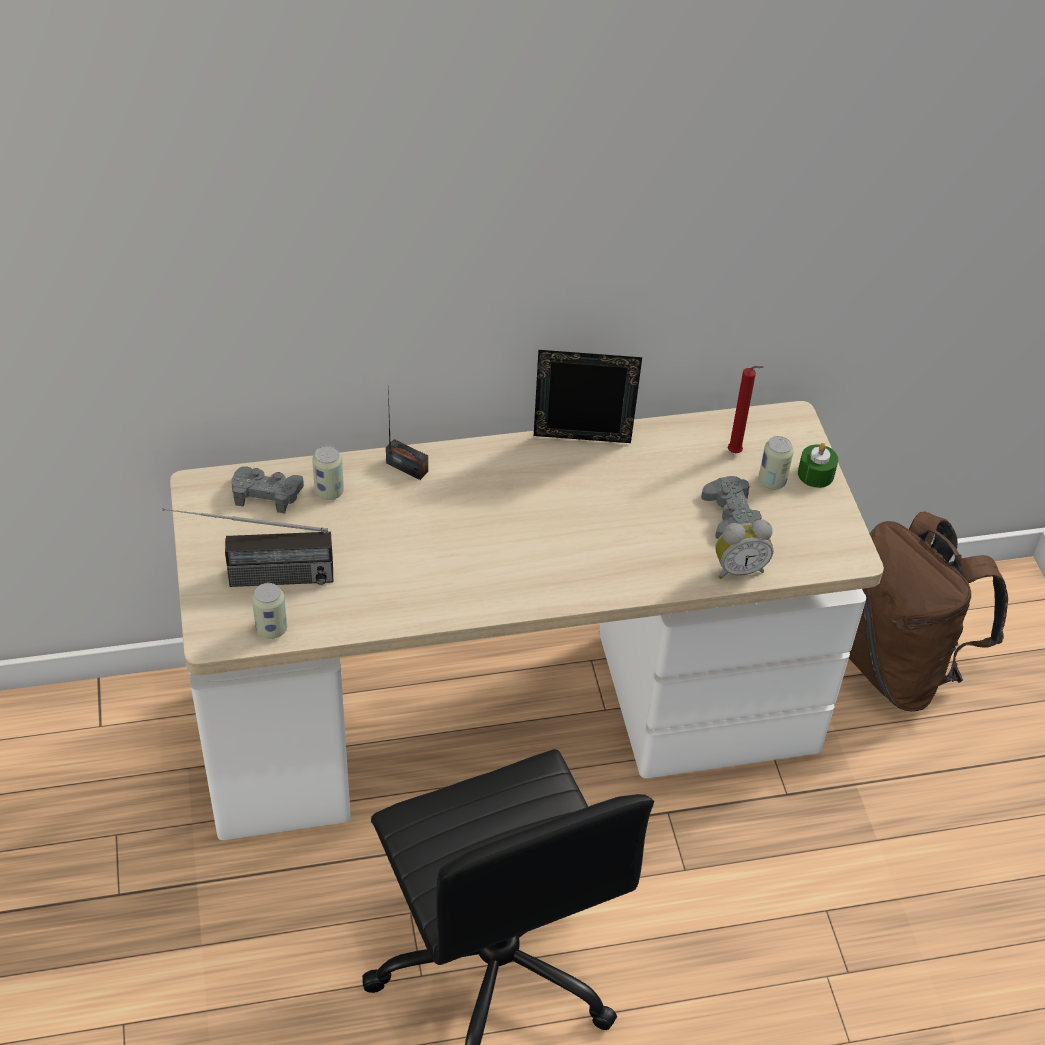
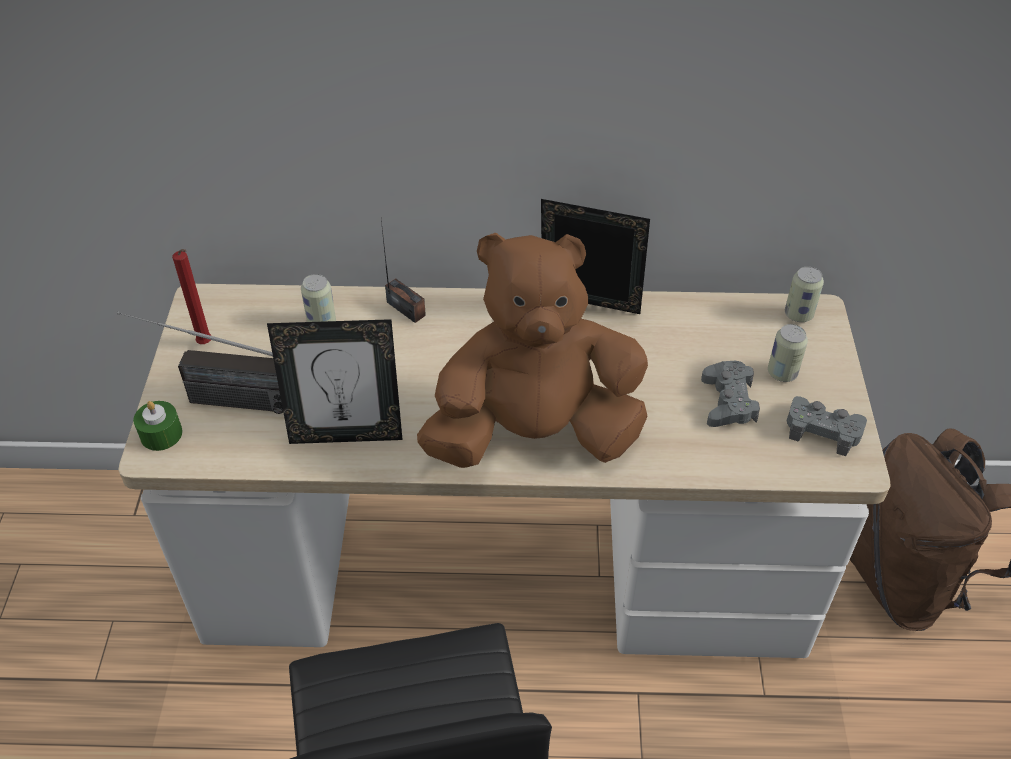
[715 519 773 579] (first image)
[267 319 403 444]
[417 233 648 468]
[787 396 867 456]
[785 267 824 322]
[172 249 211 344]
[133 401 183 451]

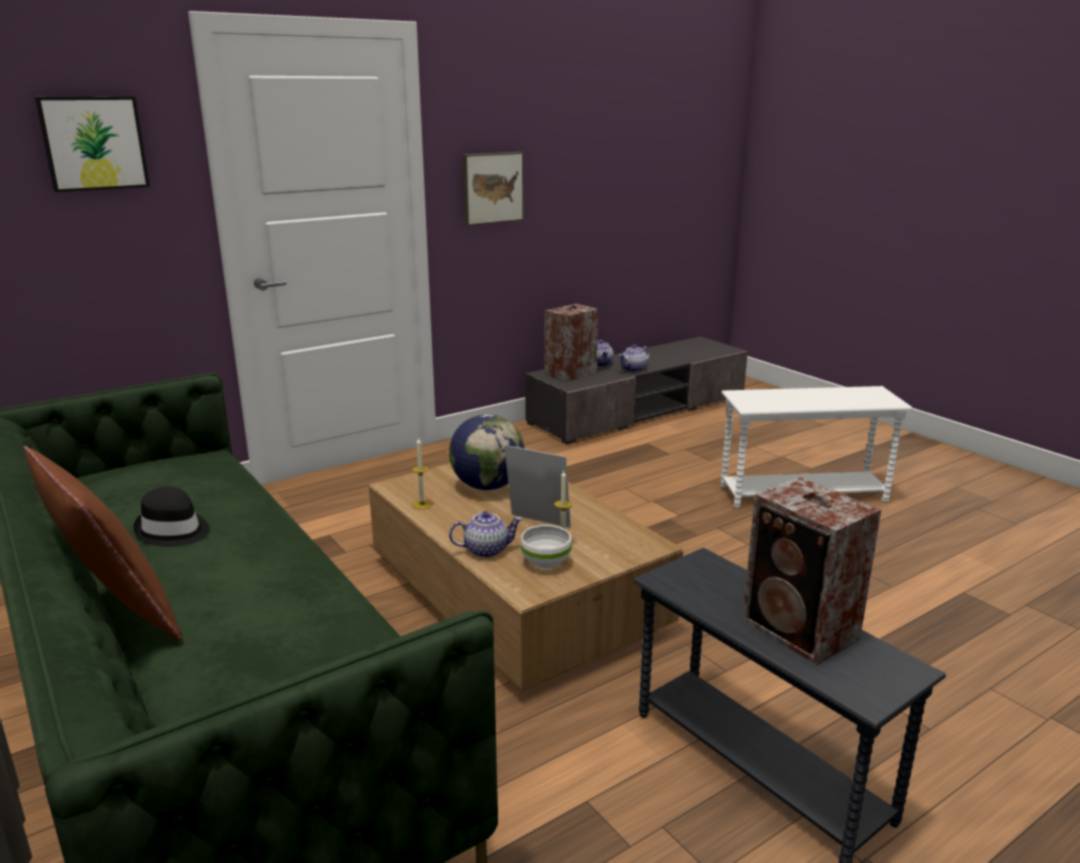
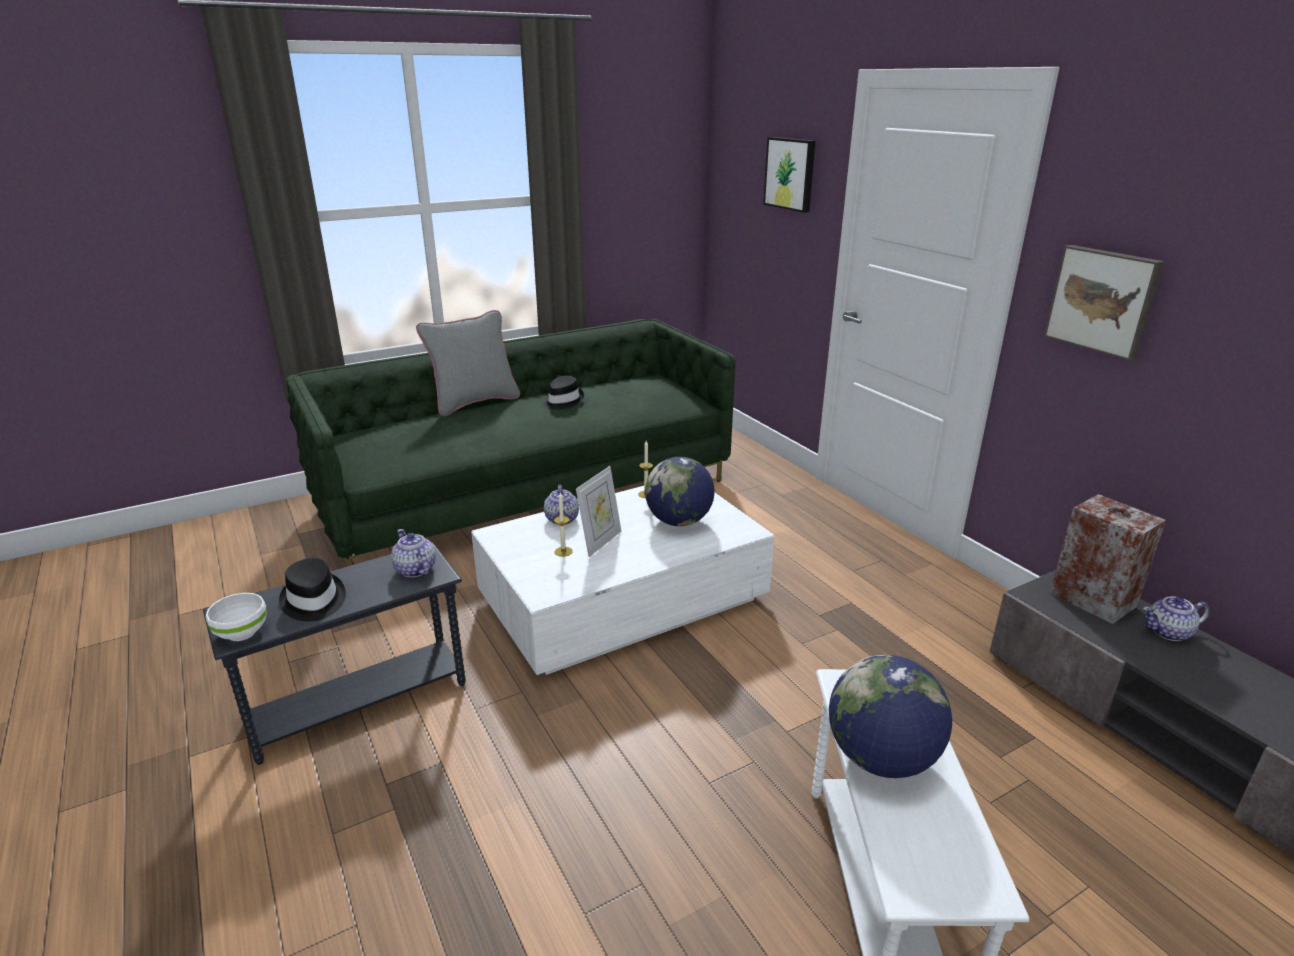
[829 655 952 778]
[206 593 267 641]
[391 529 436 578]
[279 558 346 621]
[416 310 520 416]
[471 486 774 675]

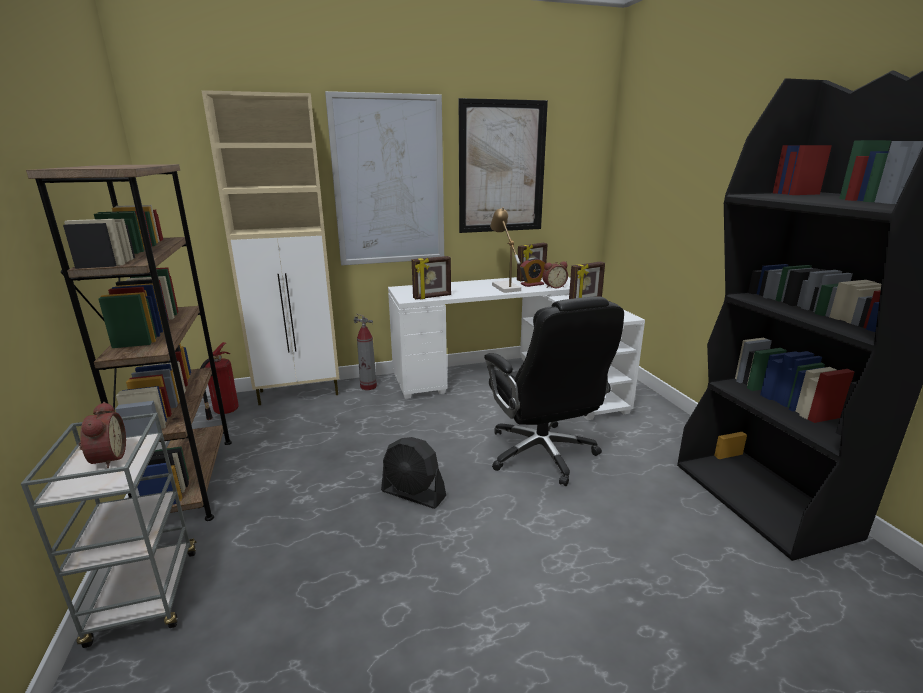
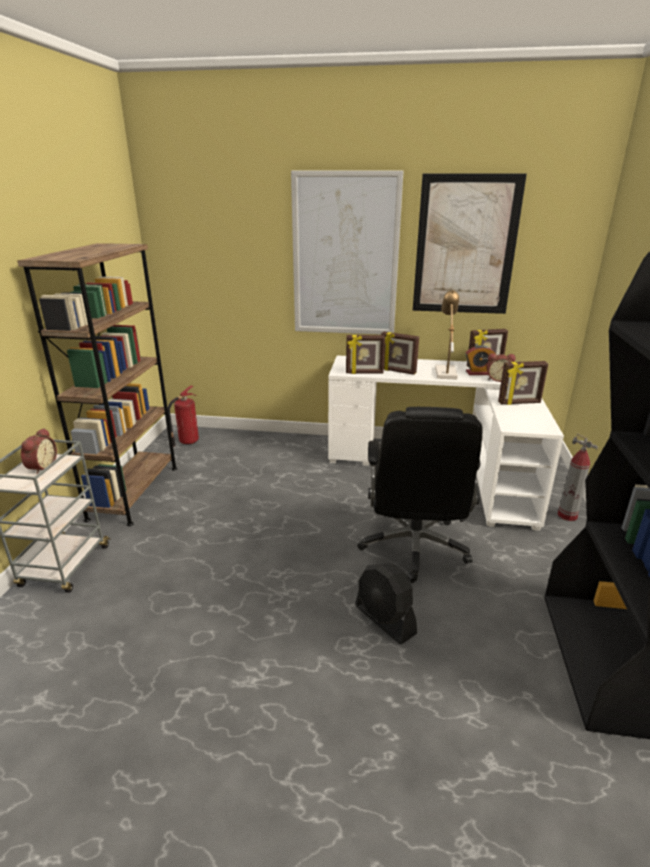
[201 90 339 405] (first image)
[381 332 419 375]
[558 433 598 521]
[355 564 417 645]

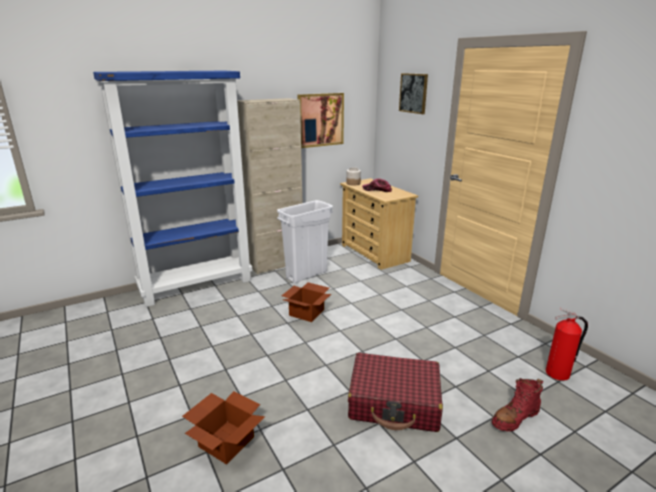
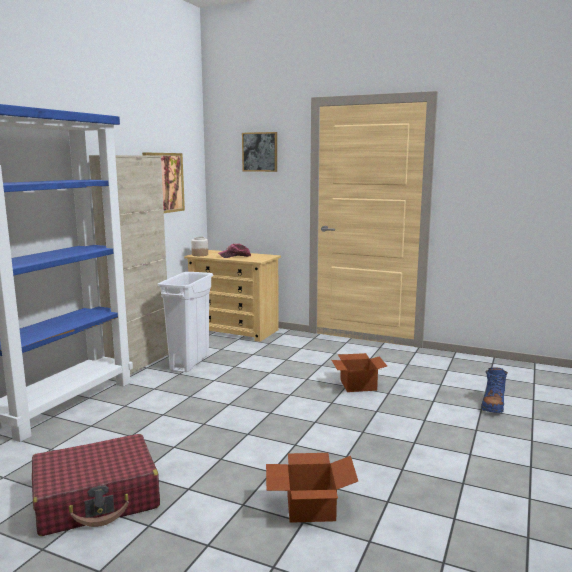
[546 308 588 381] (first image)
[332 353 387 392]
[32 434 160 536]
[481 367 508 413]

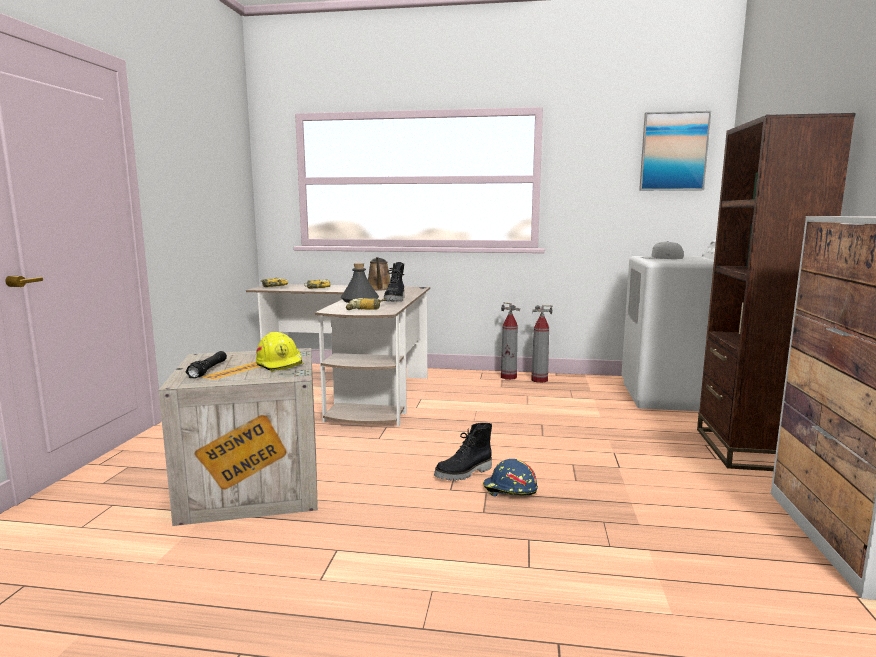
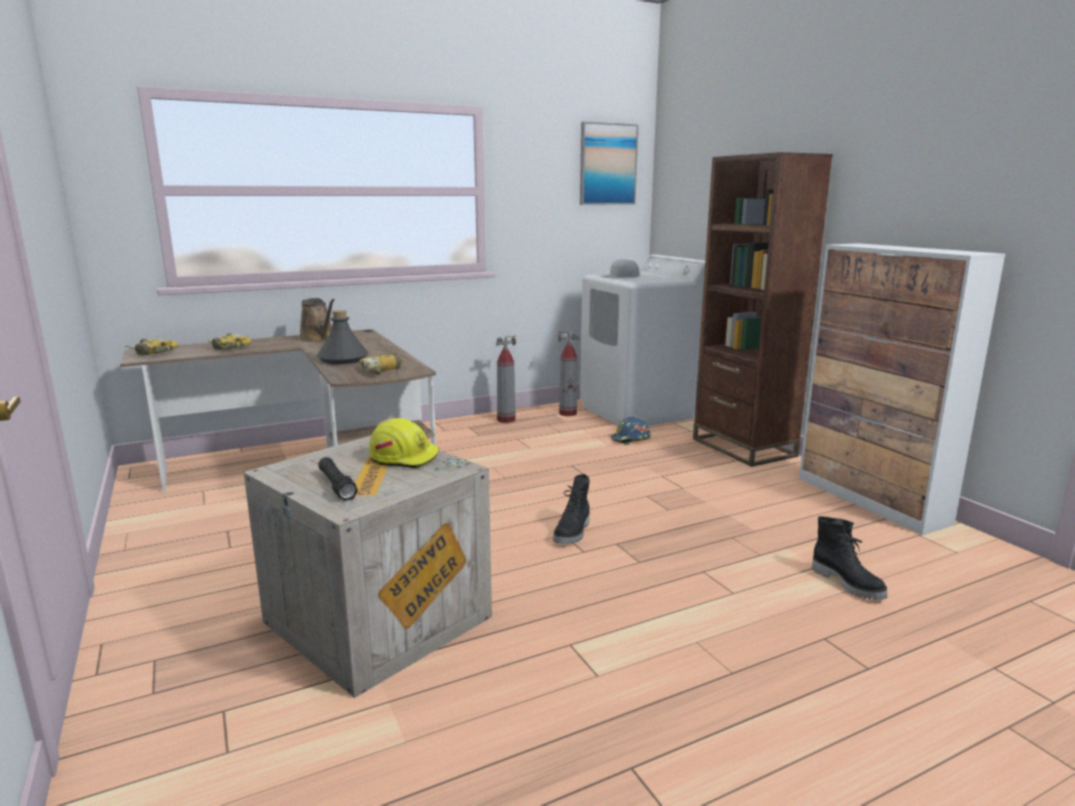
[812 516 887 600]
[611 417 651 445]
[558 332 580 416]

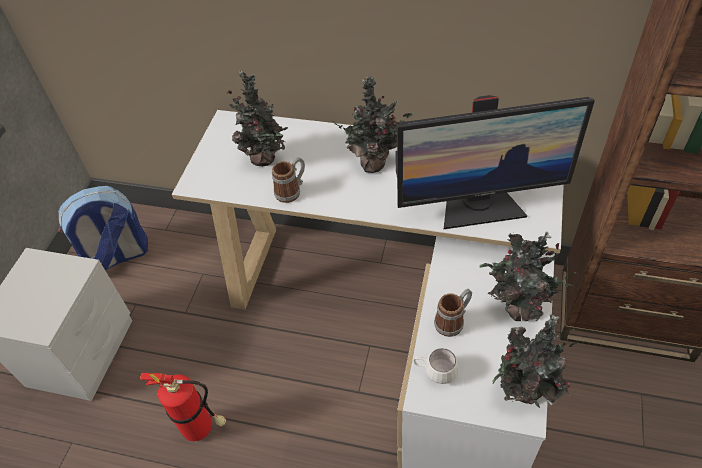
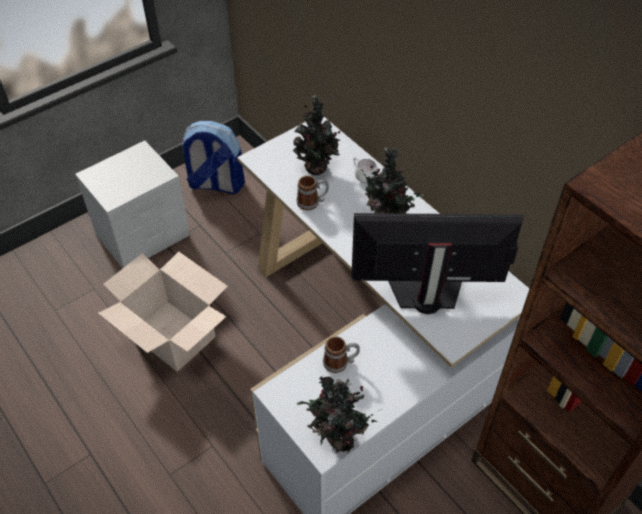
[479 231 580 322] (first image)
[353 157 377 183]
[98 252 228 372]
[351 213 524 314]

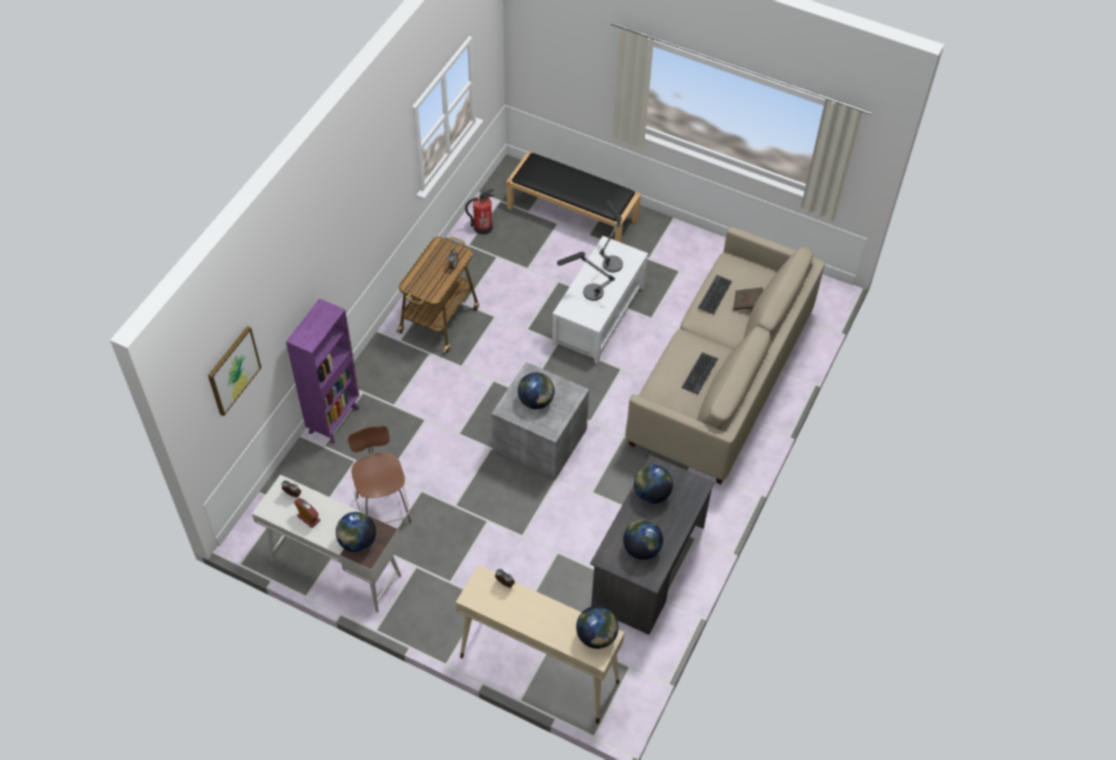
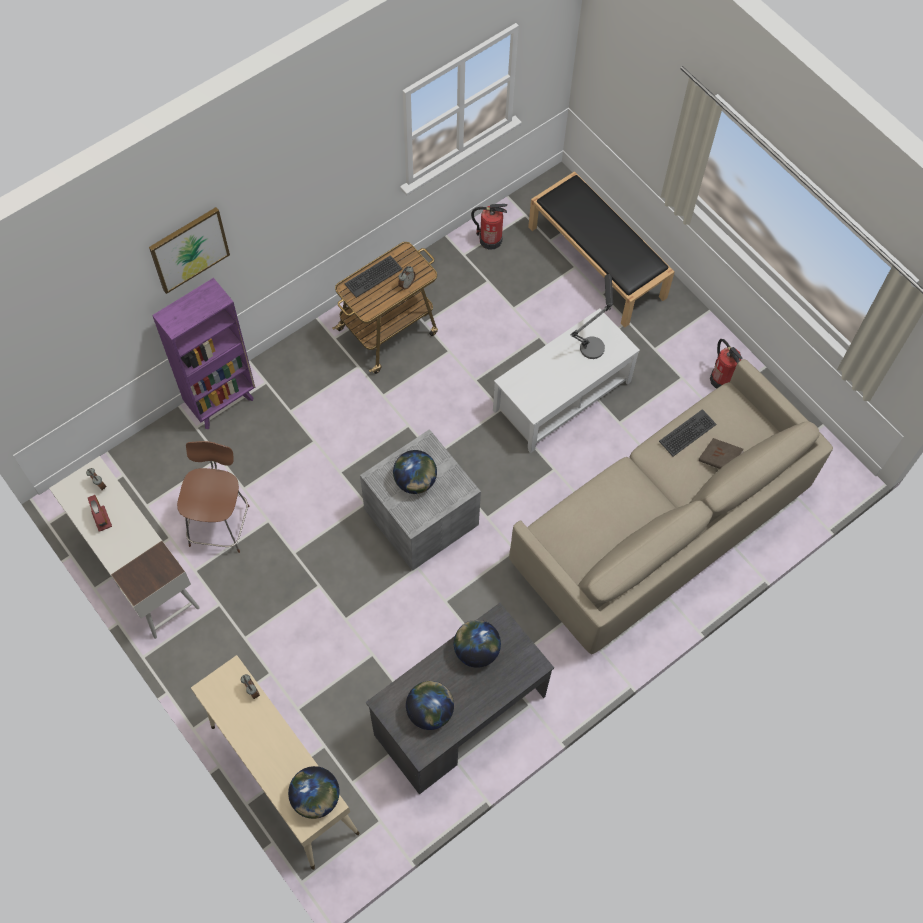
[336 512 376 552] (first image)
[557 252 615 301] (first image)
[710 339 743 389]
[149 207 230 294]
[344 255 402 298]

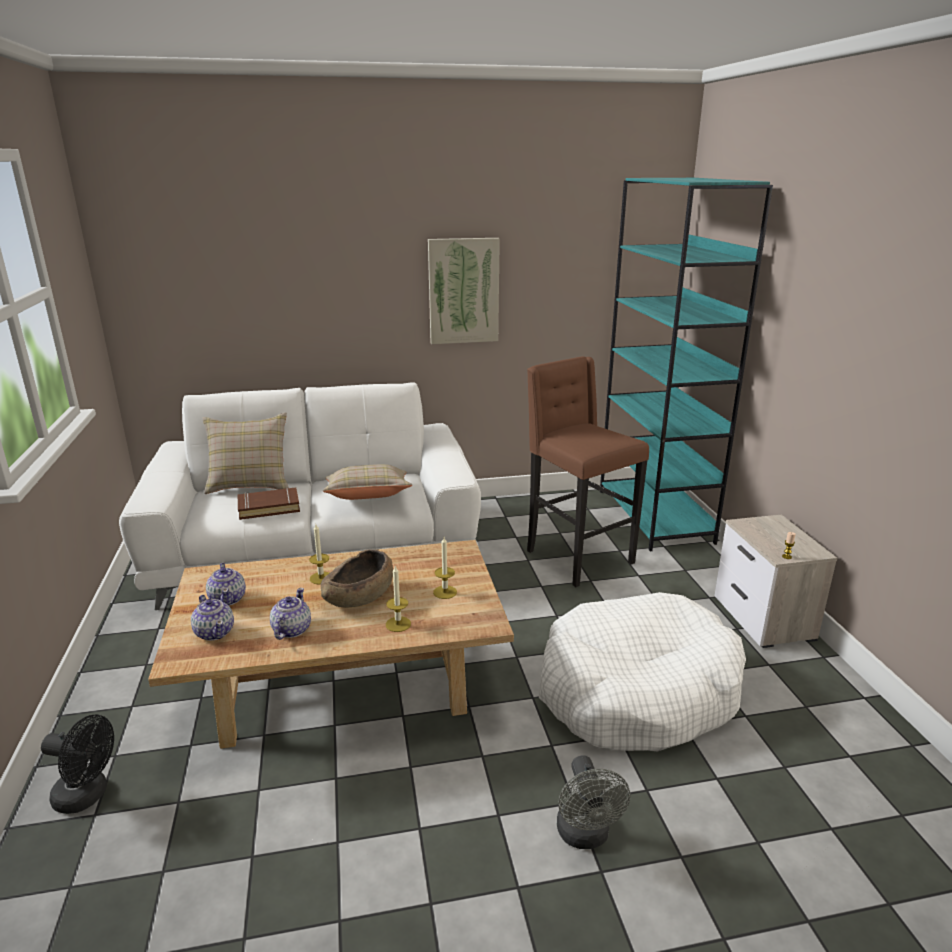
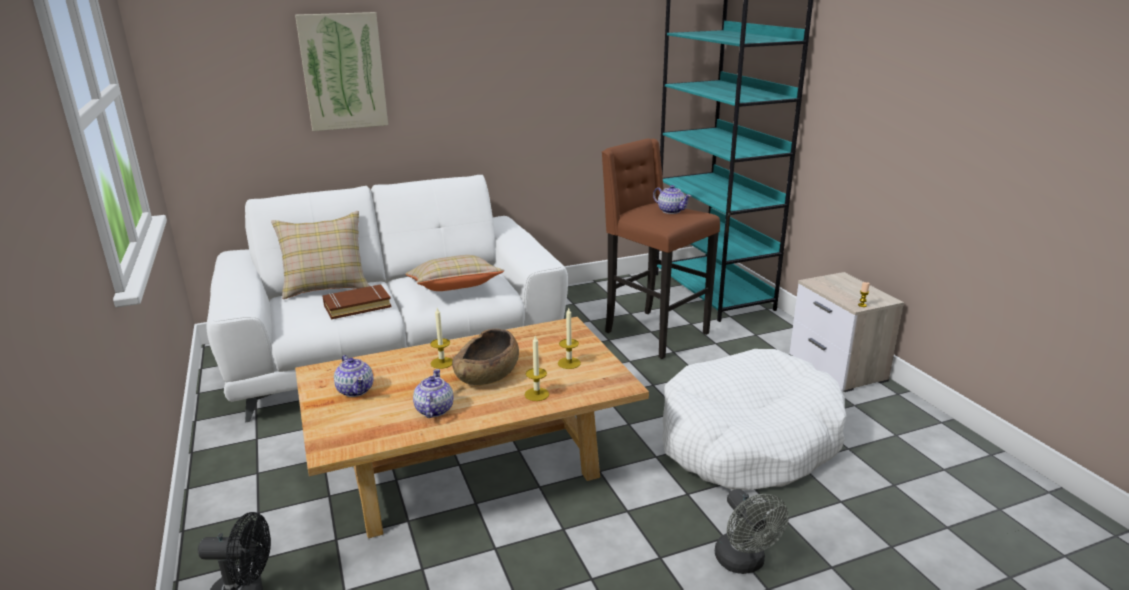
[653 185 691 214]
[295 12 388 131]

